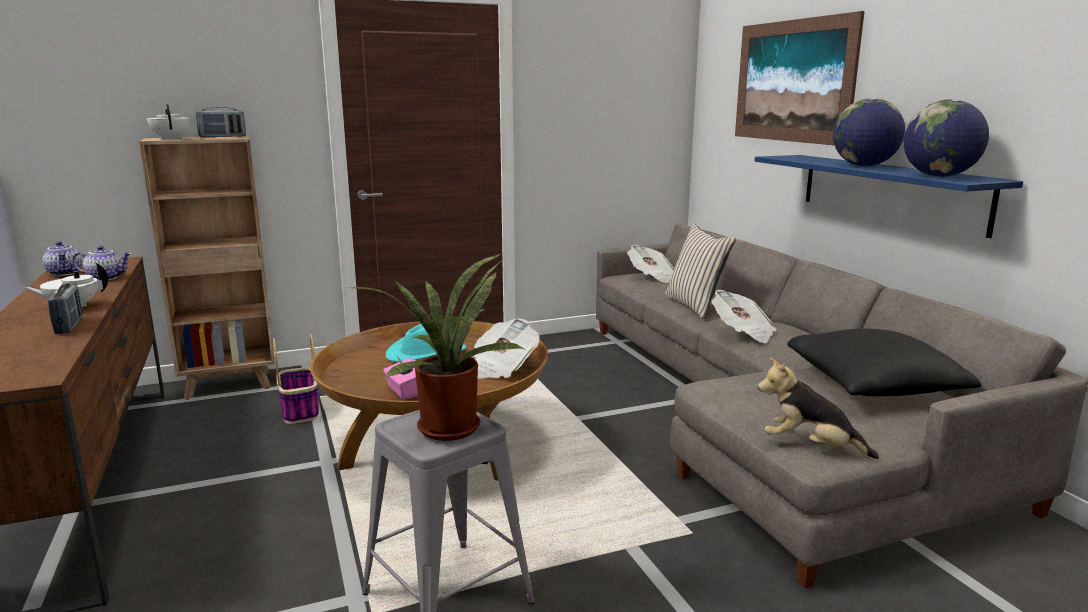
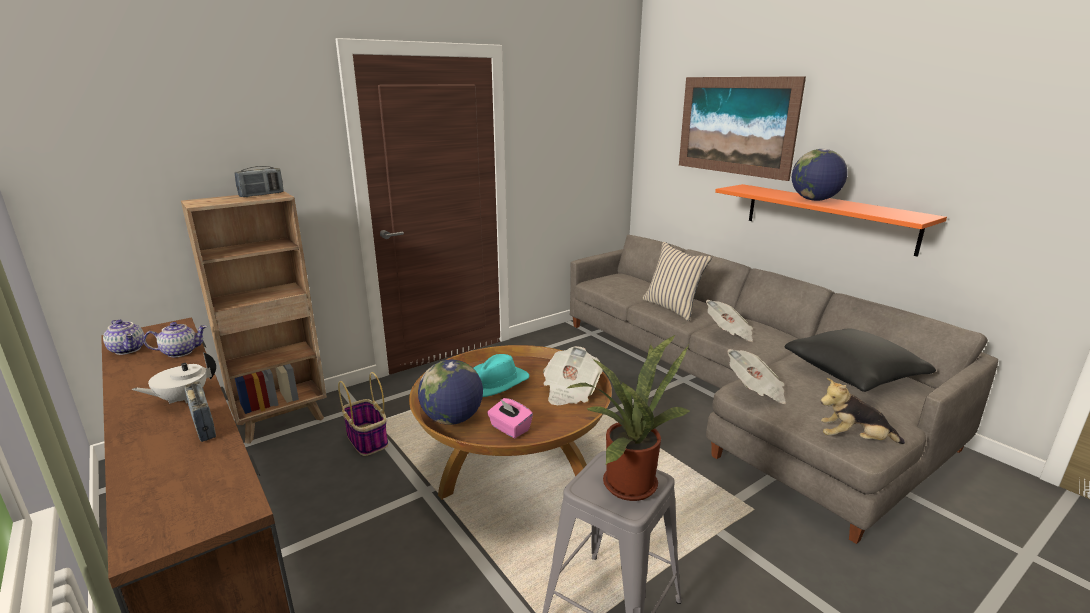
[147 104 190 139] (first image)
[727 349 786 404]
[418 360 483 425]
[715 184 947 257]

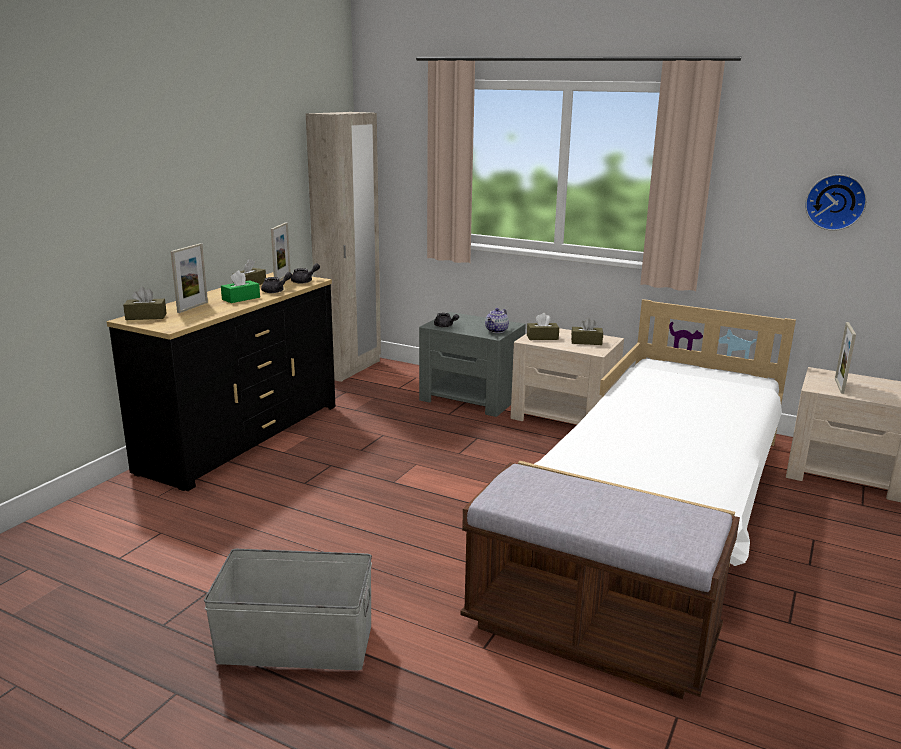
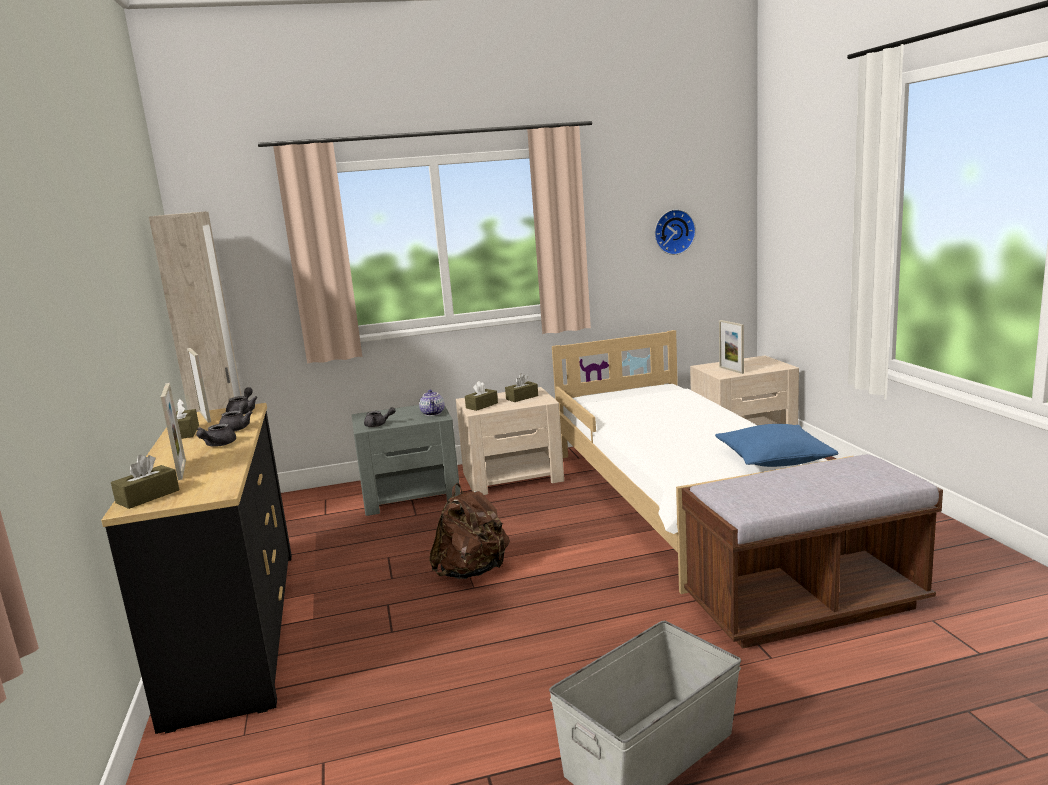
[429 483 510 579]
[715 424 839 467]
[196 423 236 447]

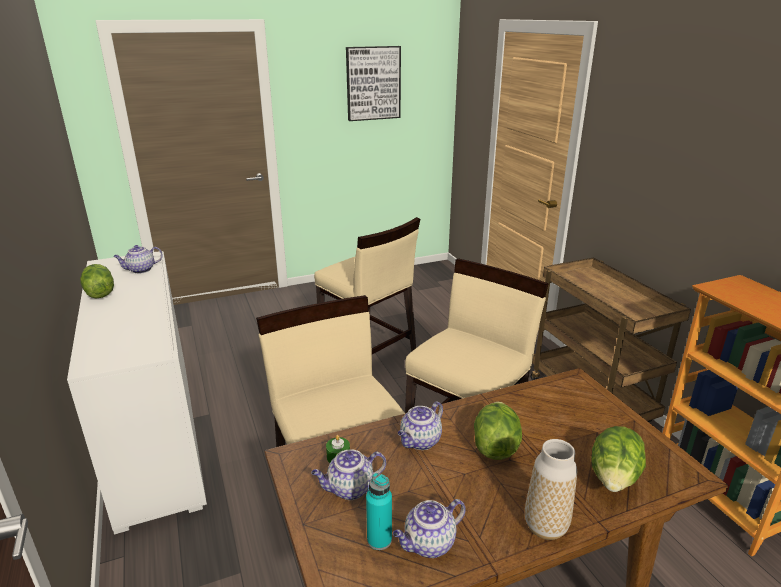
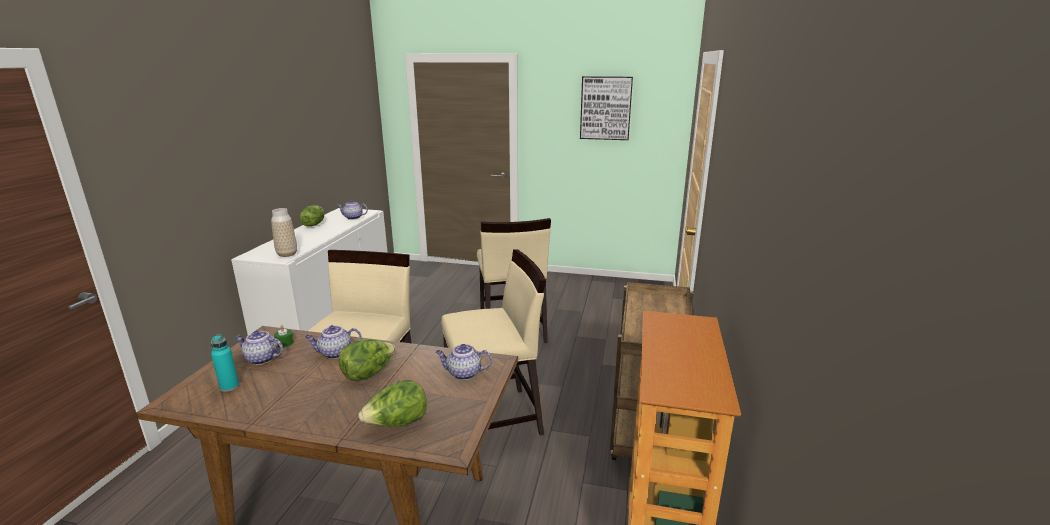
[436 344 492 380]
[271 208 297 257]

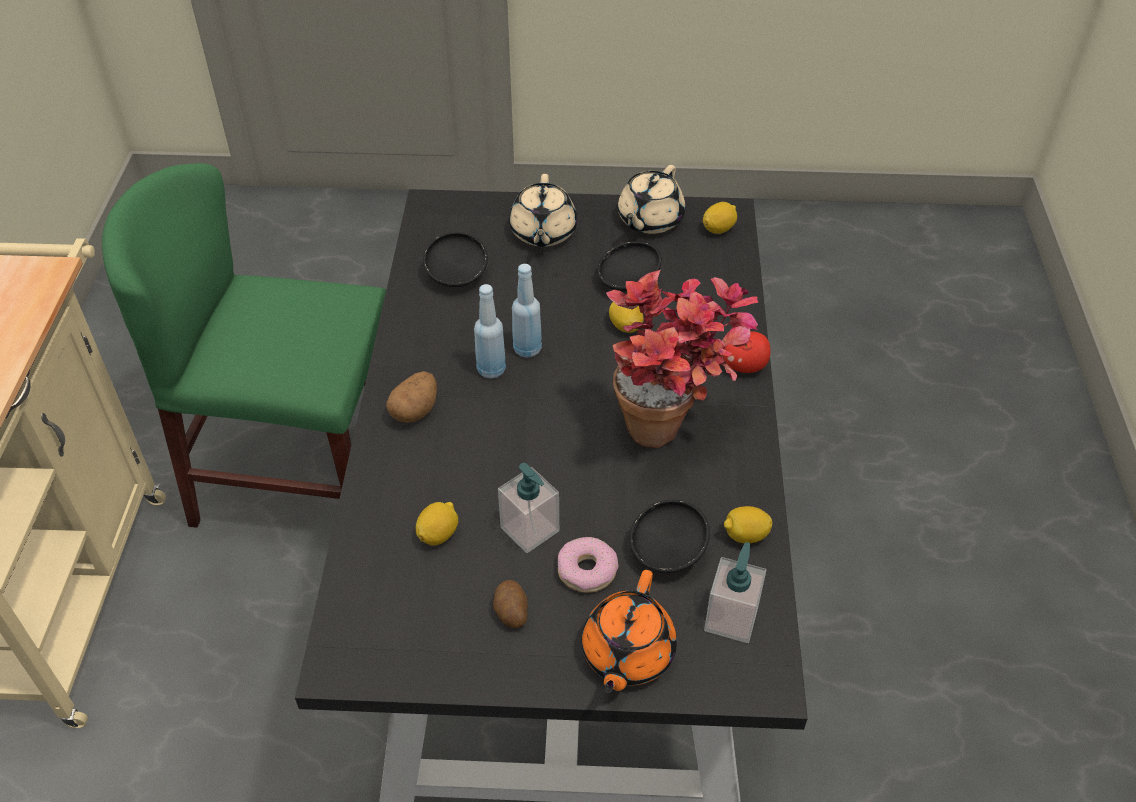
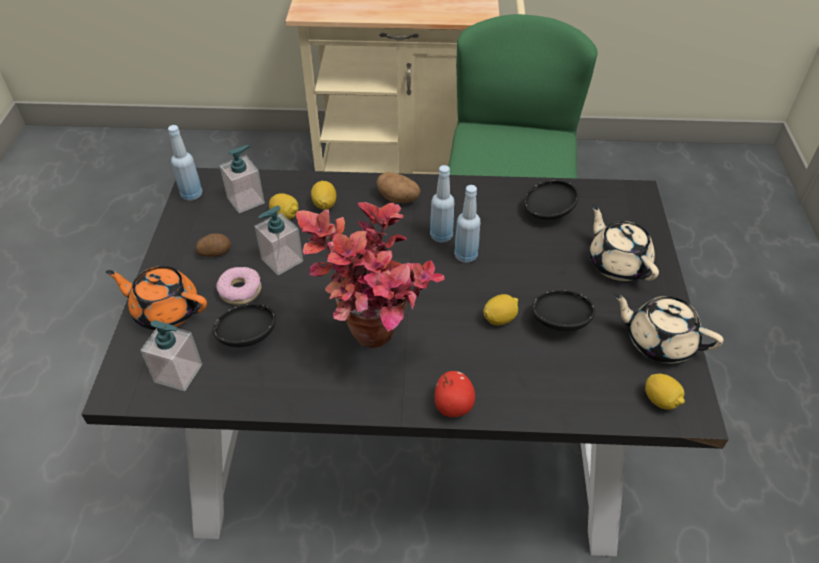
[168 125 202 201]
[220 145 265 213]
[311 181 336 210]
[589 204 659 281]

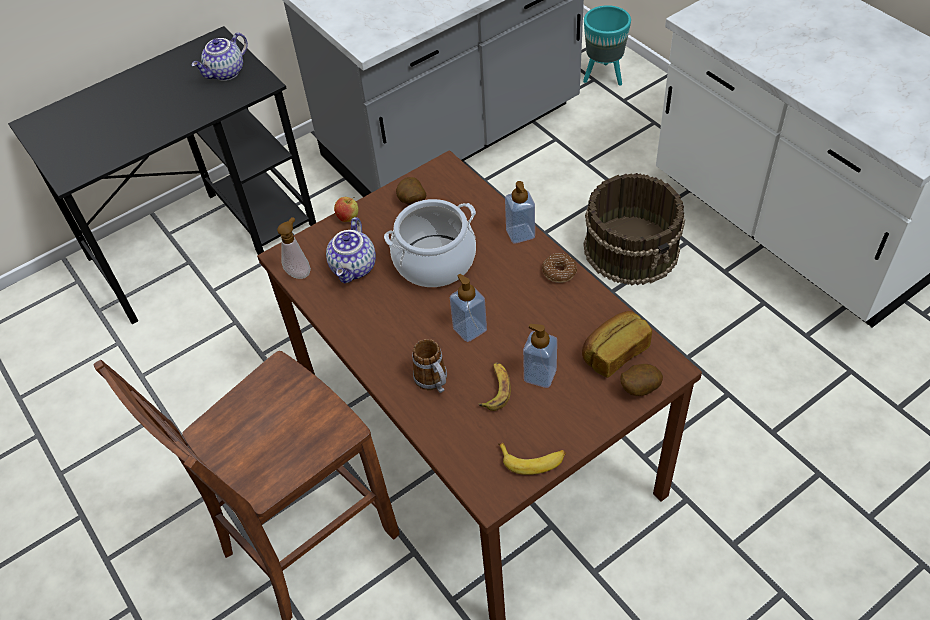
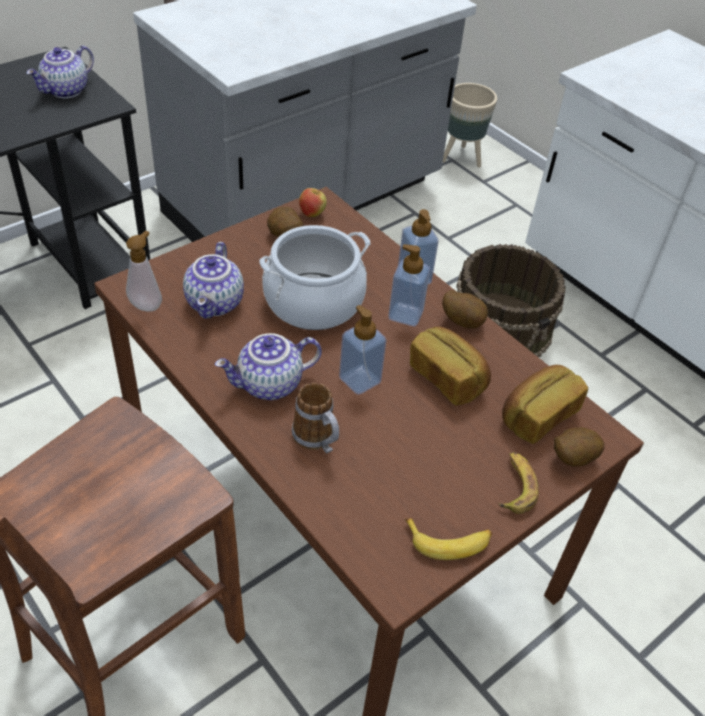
[215 333 322 400]
[410 327 491 405]
[299 188 327 217]
[499 452 539 514]
[388 244 430 326]
[442 290 488 328]
[443 83 497 168]

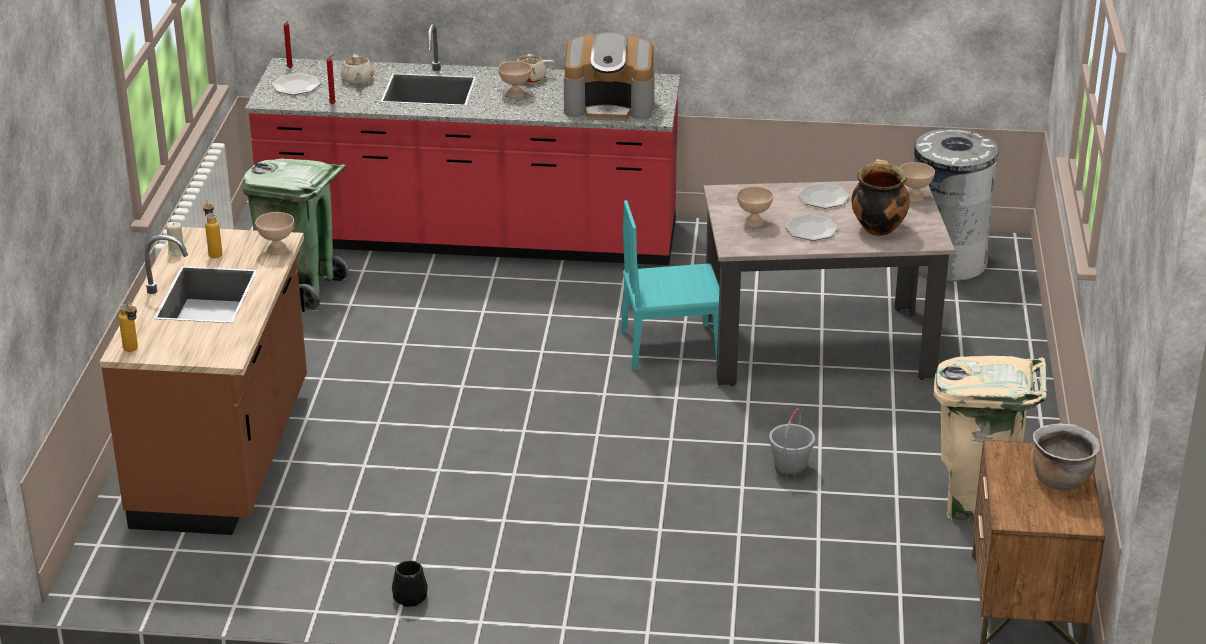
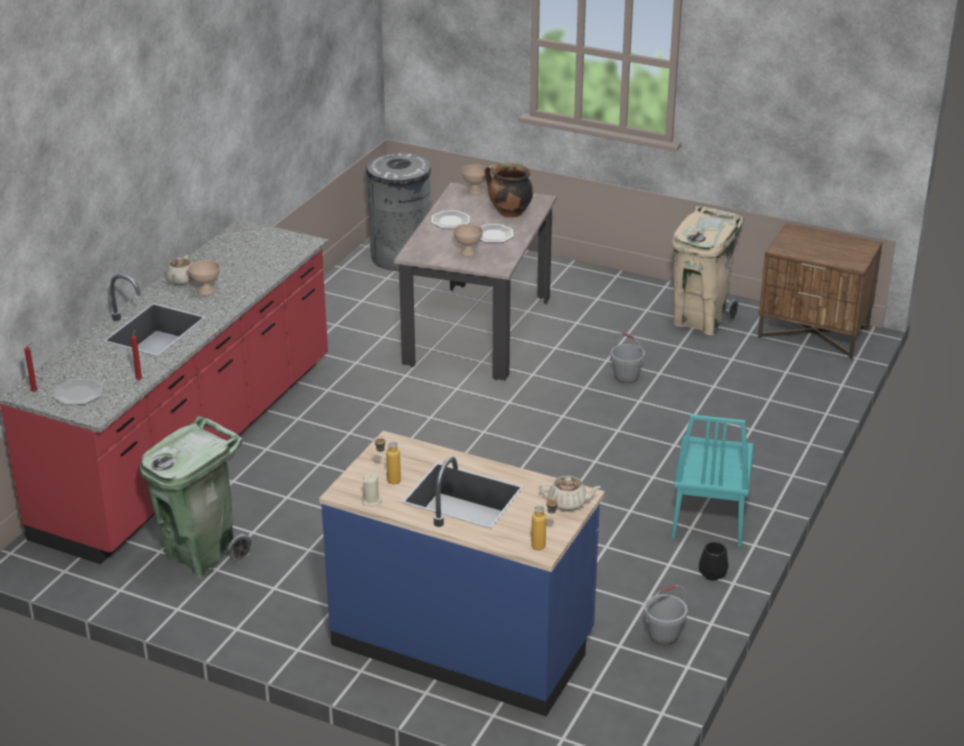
[255 212 294 255] (first image)
[564 32 655 121] (first image)
[1033 423 1100 491] (first image)
[644 585 688 646]
[539 476 601 511]
[671 414 754 547]
[319 430 605 716]

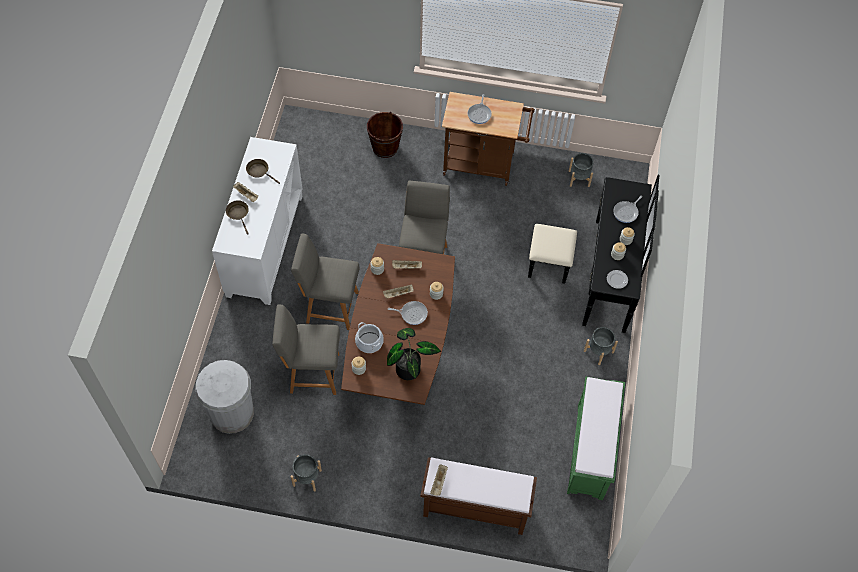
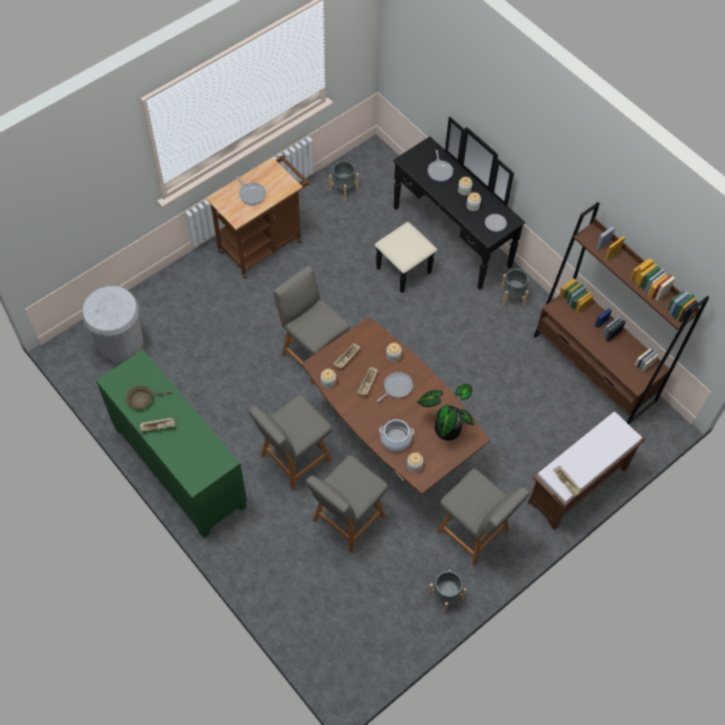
[226 200 249 235] (first image)
[367 112 403 158] (first image)
[436 469 530 566]
[82 286 144 366]
[534 202 709 425]
[96 350 247 538]

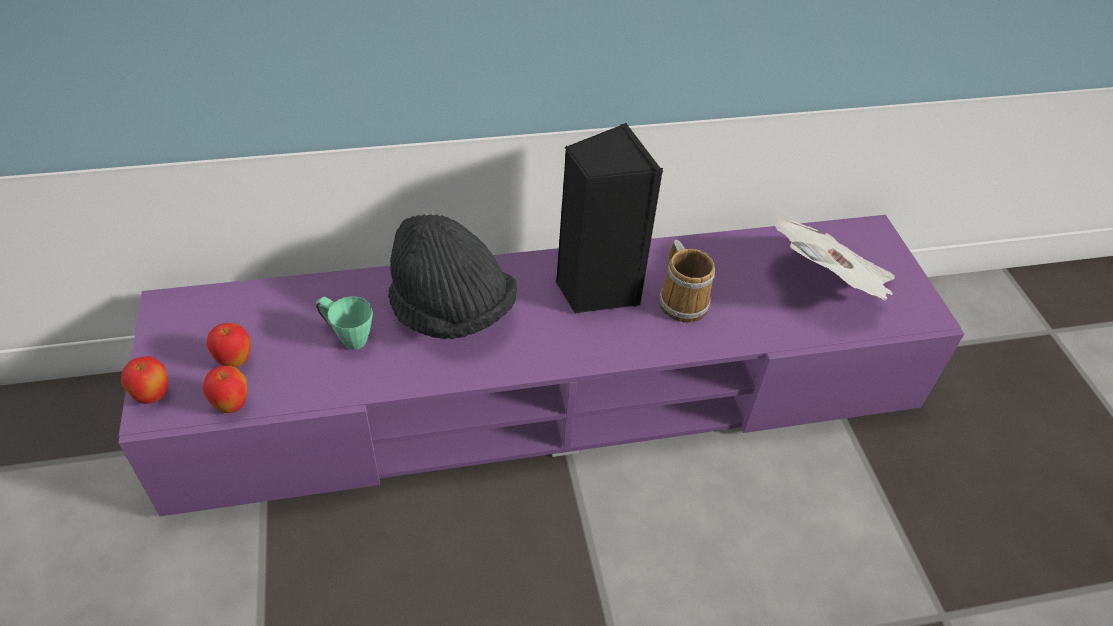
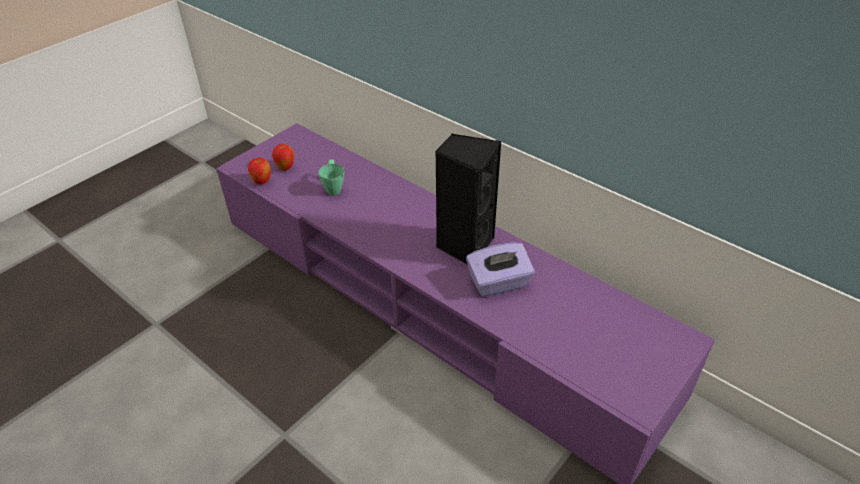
[121 356 168 404] (first image)
[388 215 517 339] (first image)
[775 218 895 301] (first image)
[466 242 535 297]

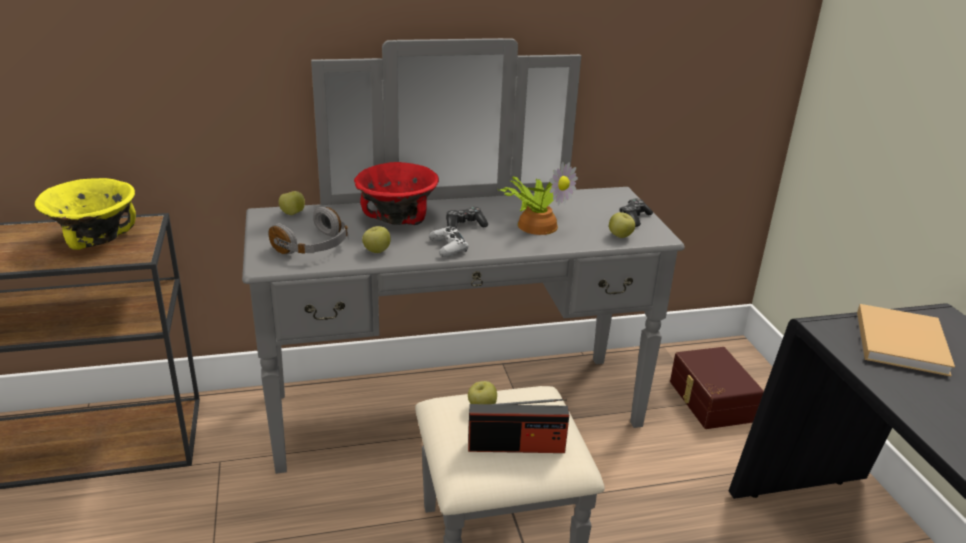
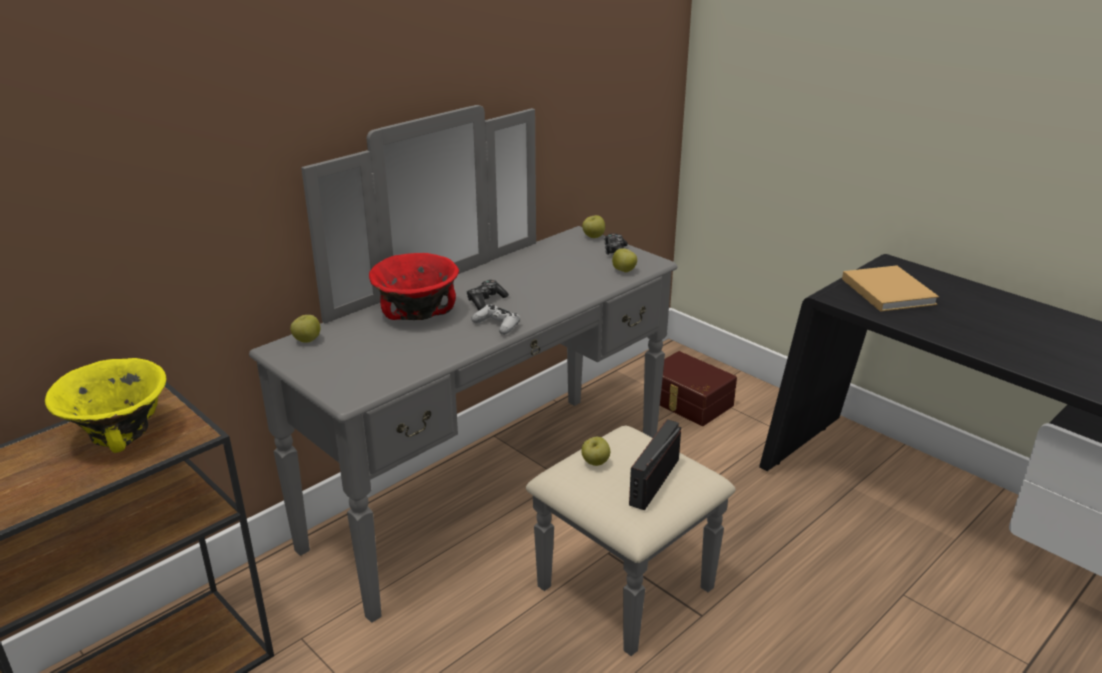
[268 207 349 254] (first image)
[498 162 578 235] (first image)
[582 215 605 238]
[629 419 681 510]

